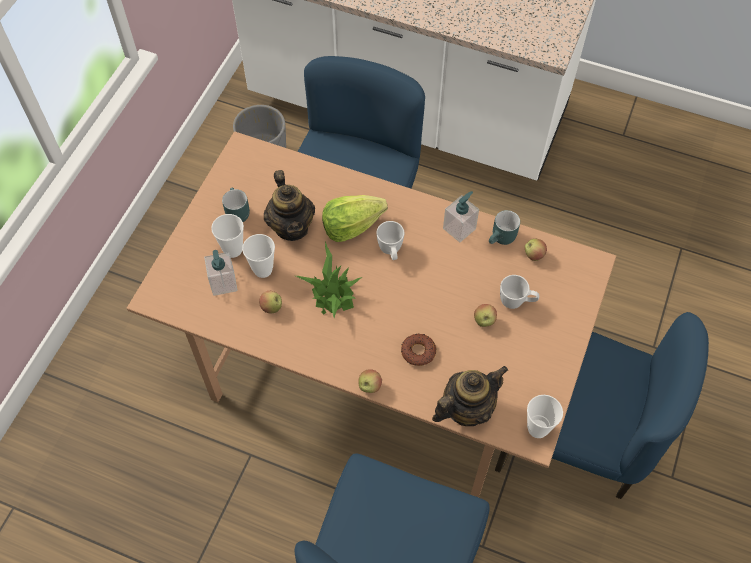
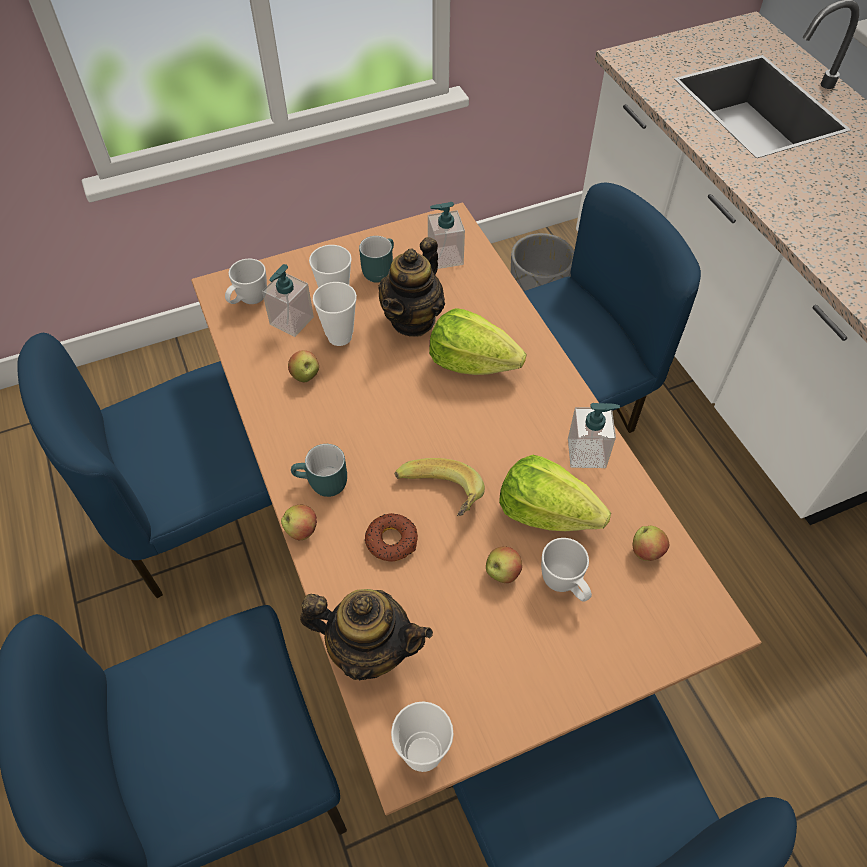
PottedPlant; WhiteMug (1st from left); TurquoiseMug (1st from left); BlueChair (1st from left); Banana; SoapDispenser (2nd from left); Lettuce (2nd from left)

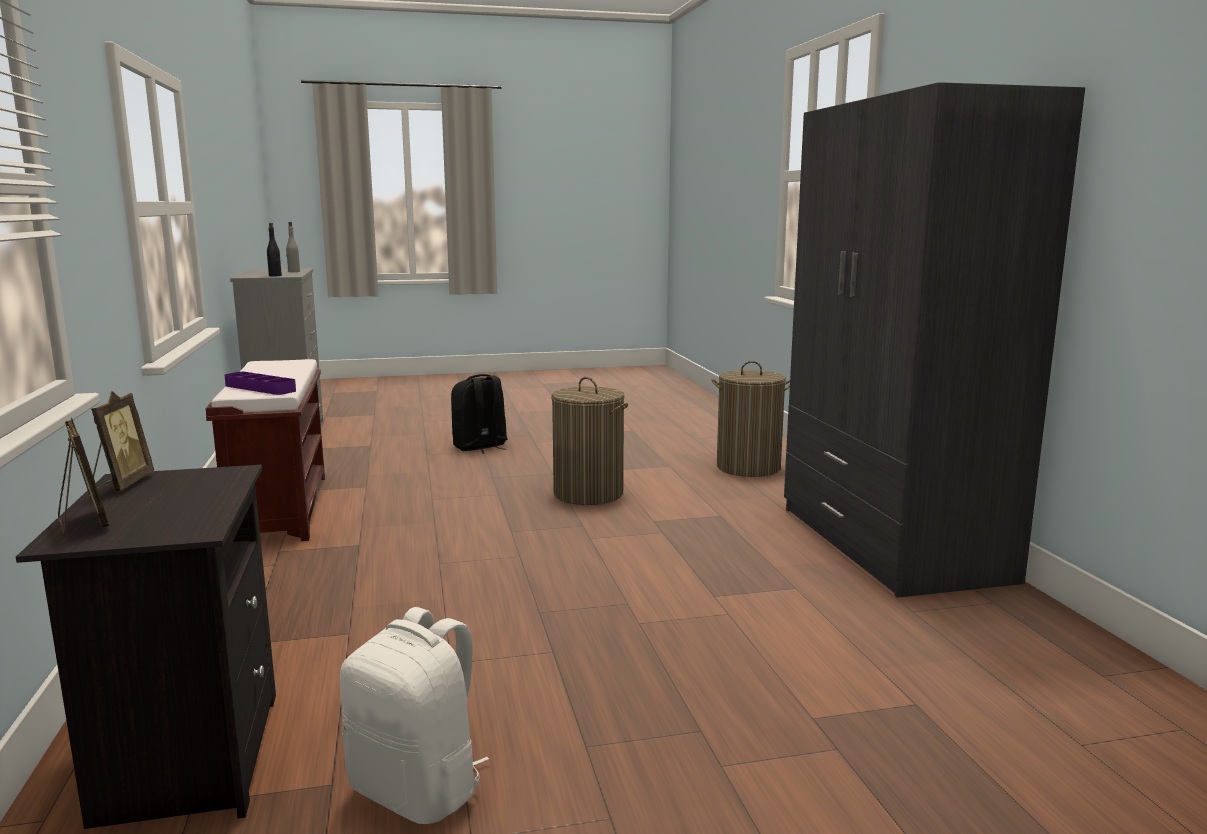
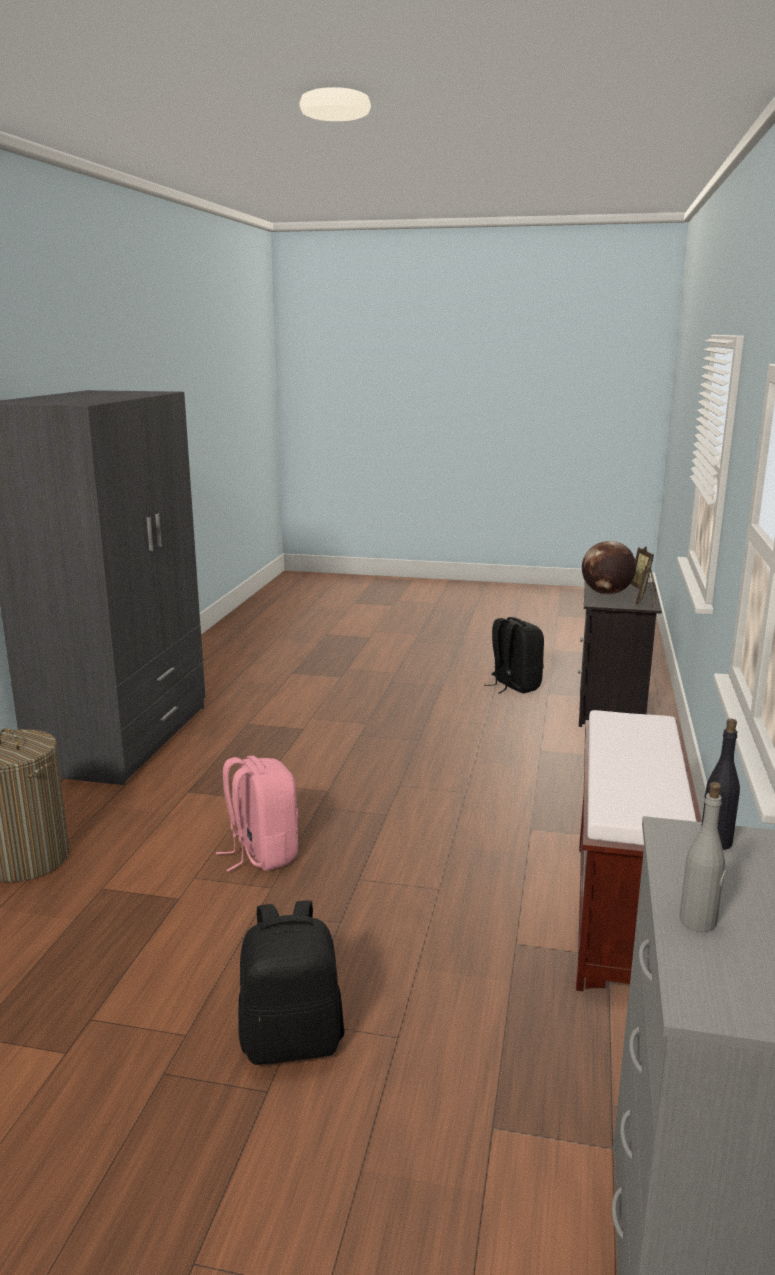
PurpleTray; BlackBackpack (2nd from left); PinkBackpack; Globe

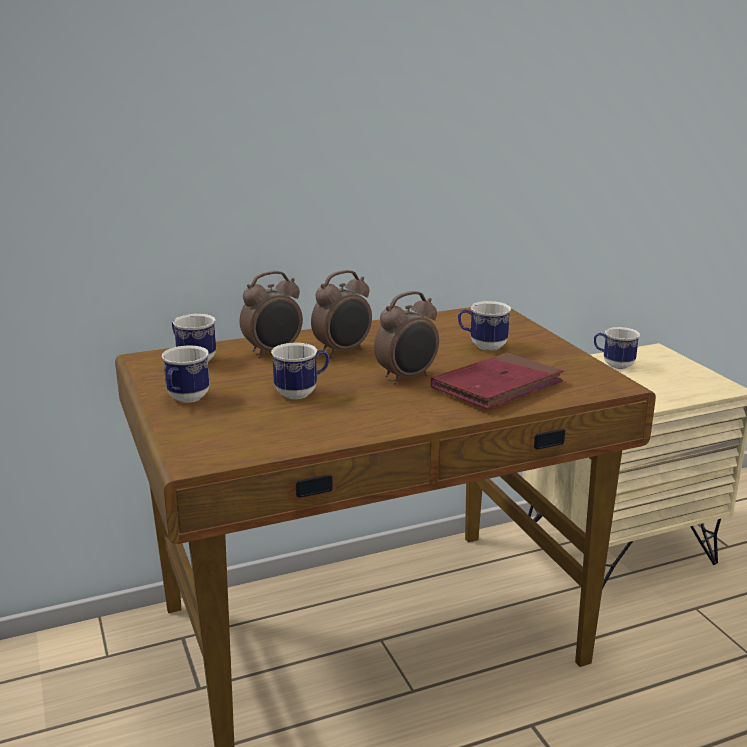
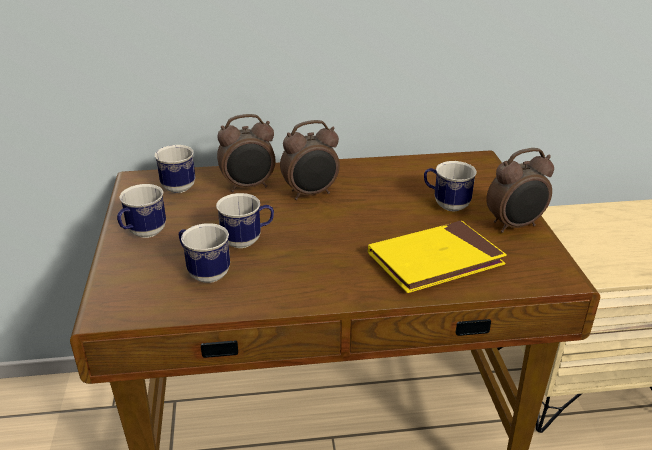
AlarmClock (3rd from left); YellowBook; Mug (3rd from left)

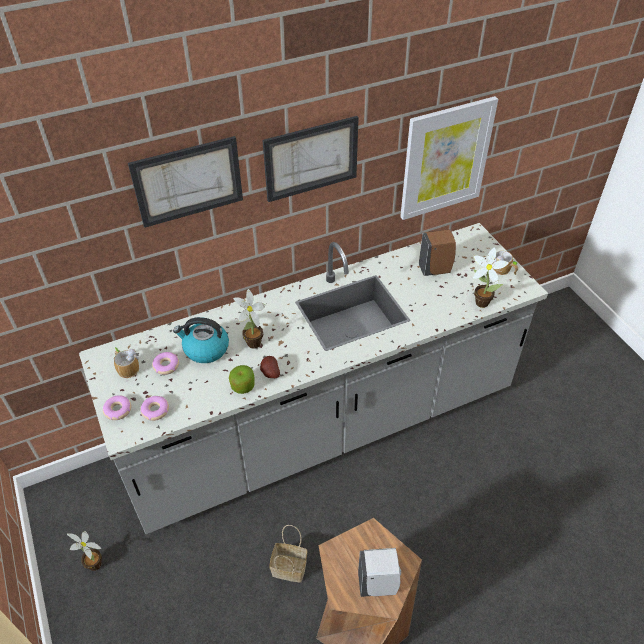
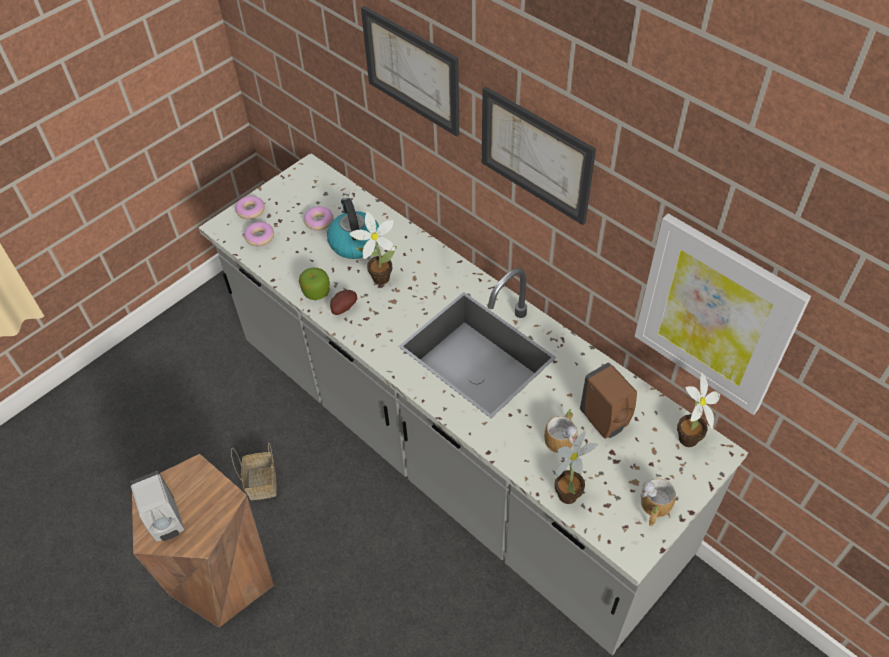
PottedPlant (3rd from left); Mug (1st from left)

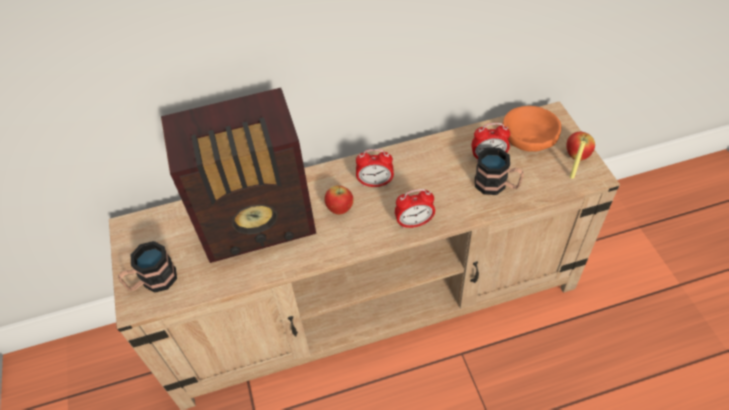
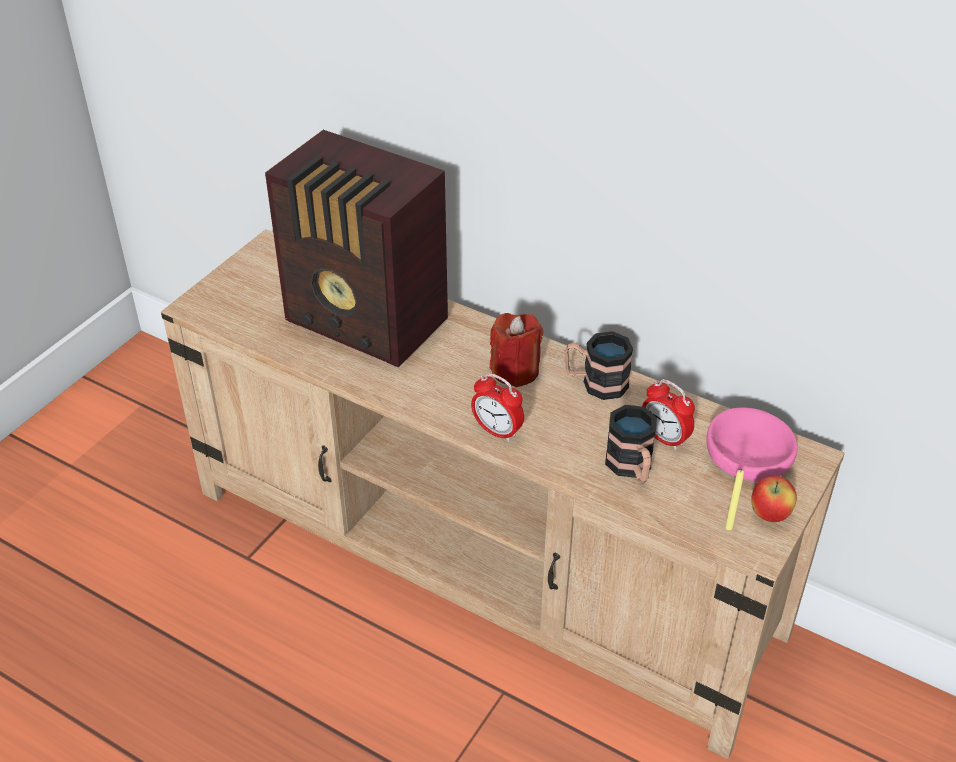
Mug (1st from left); Apple (1st from left in the first image); RedCandle; PinkBowl

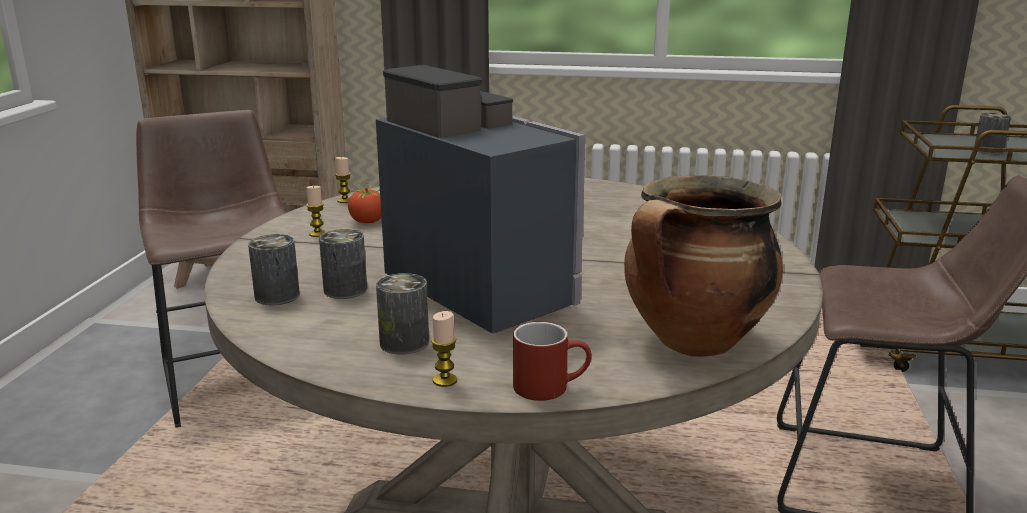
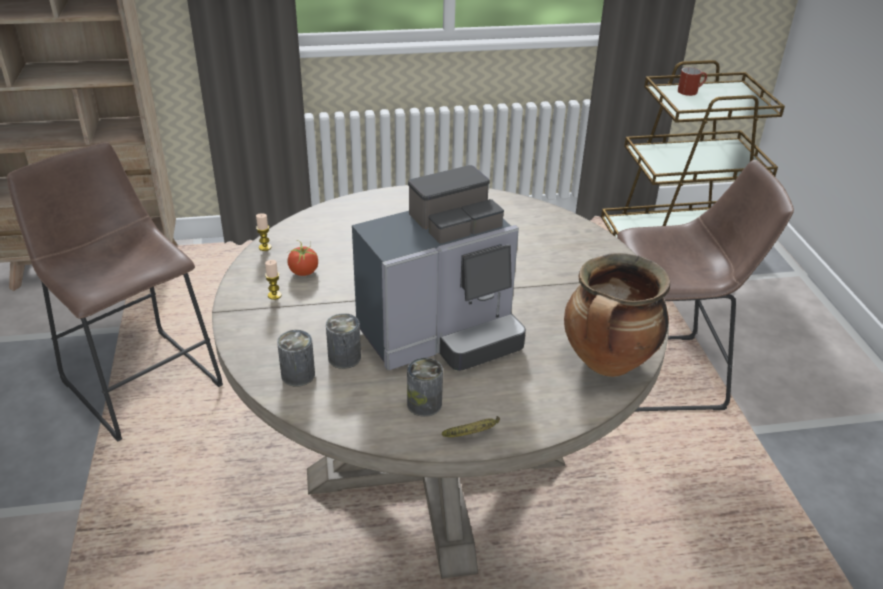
CoffeeMachine; Banana; RedMug; Can (4th from left in the first image)

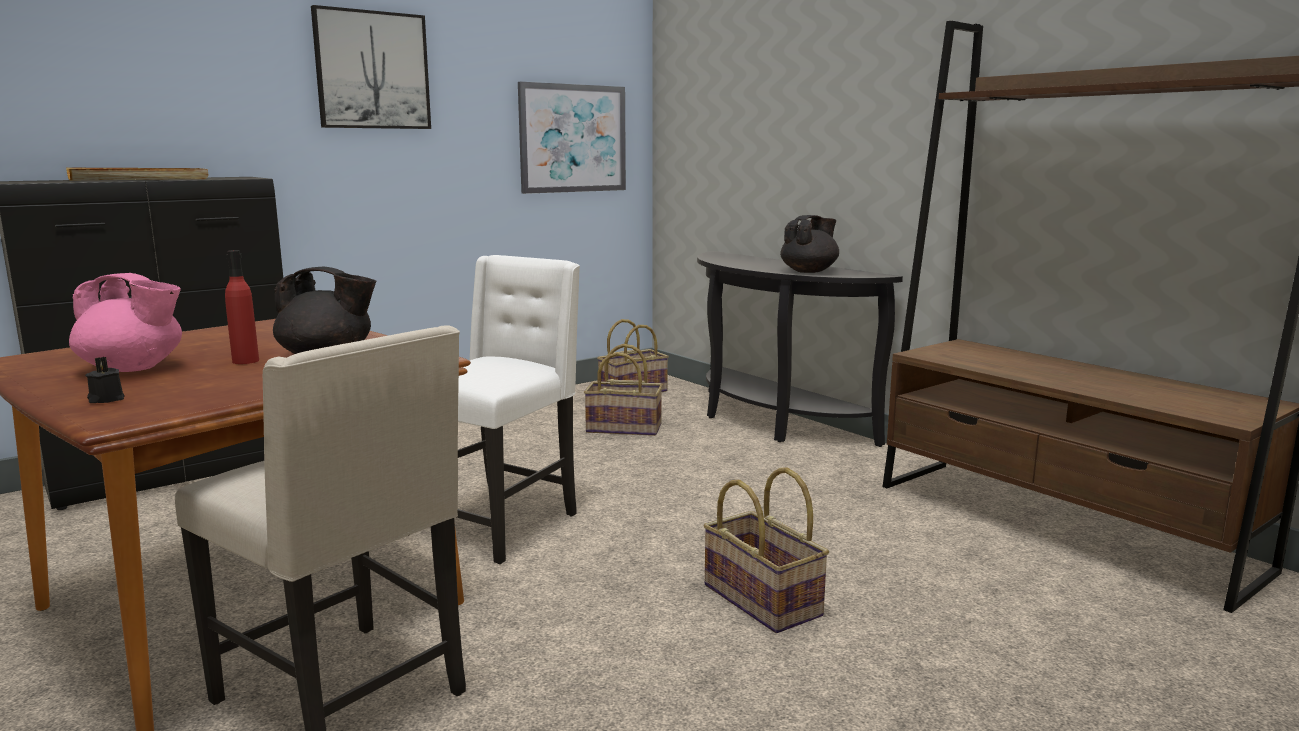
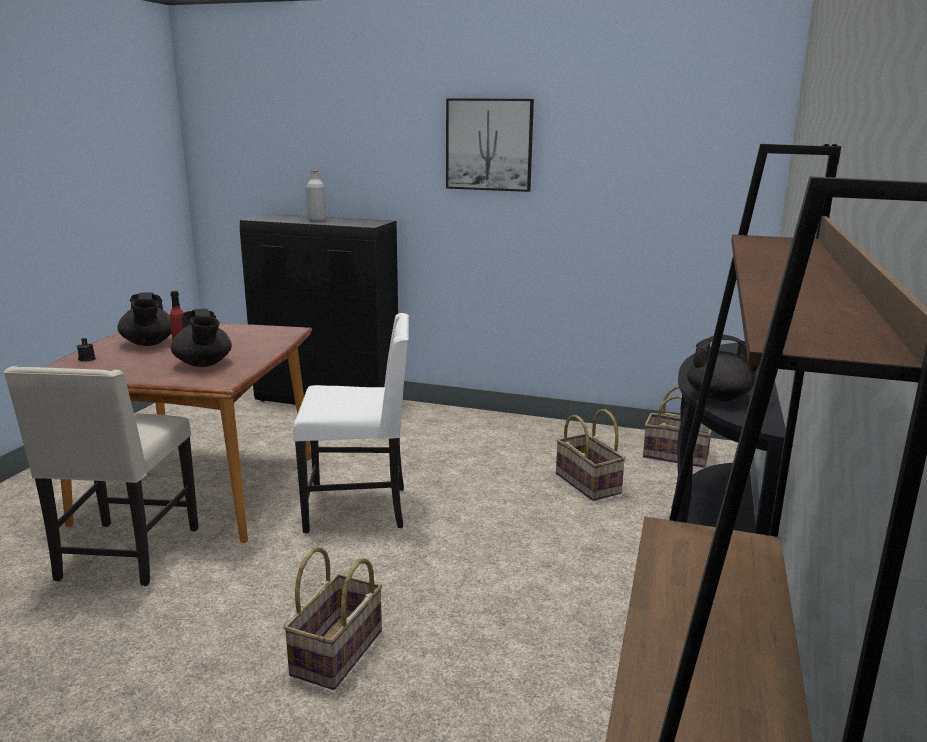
GreyBottle; BlackTeapot (1st from left); Picture (2nd from left in the first image)

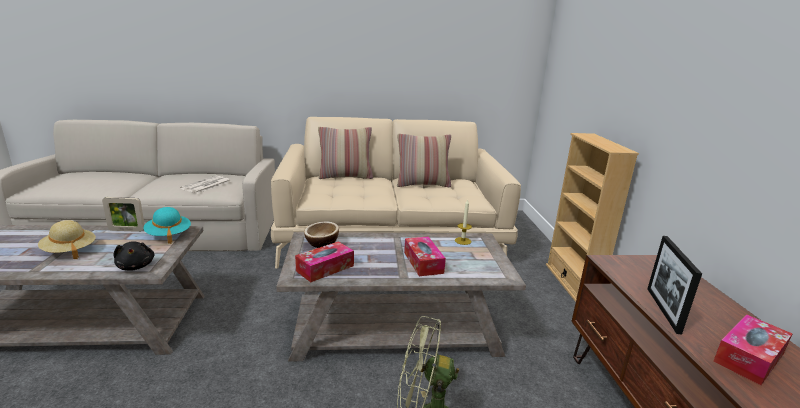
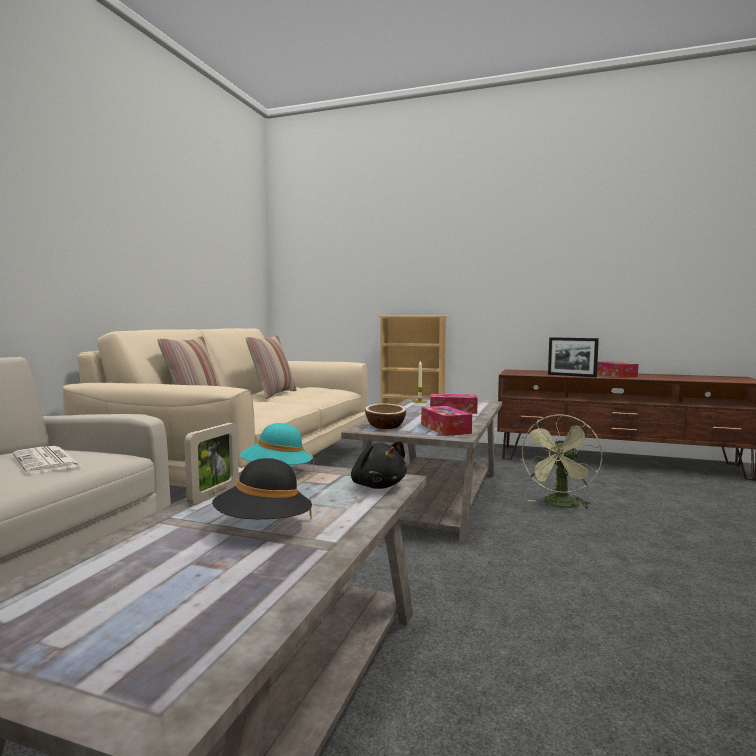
BlackHat; BlackPlushToy

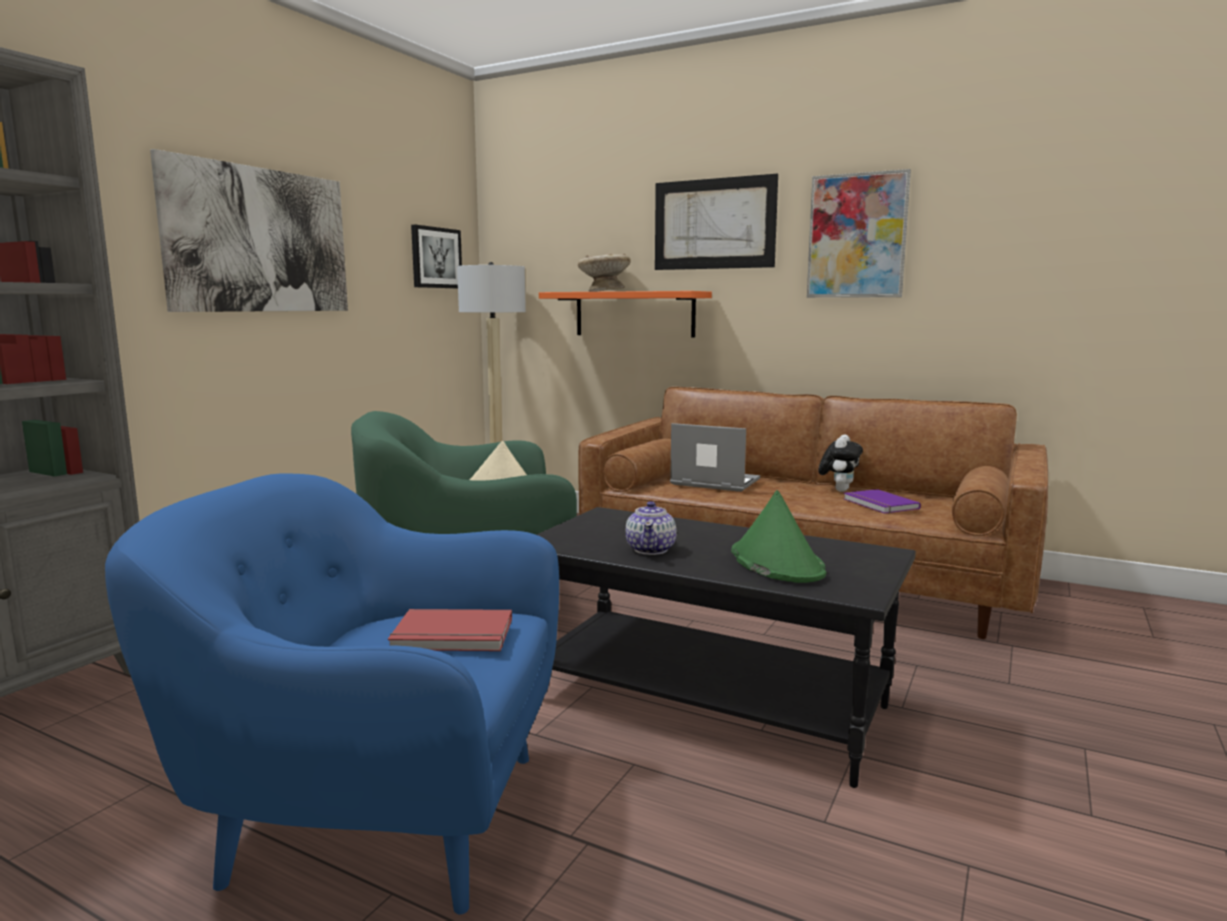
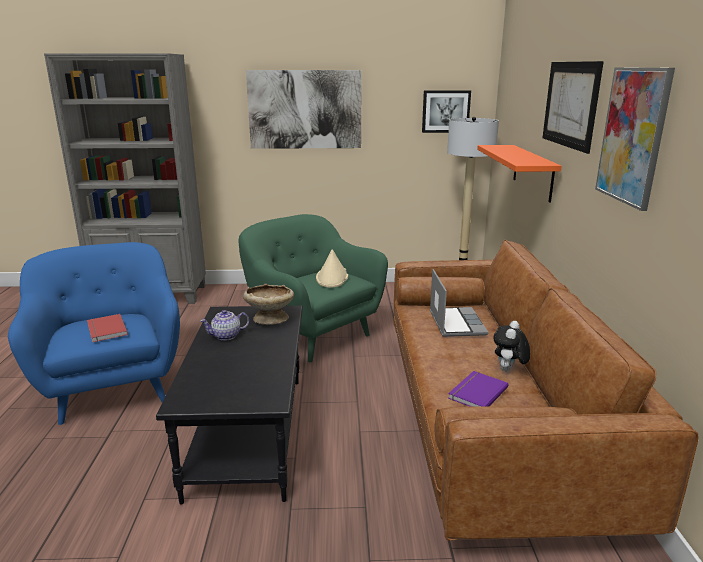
BeigeBowl; GreenHat; PlushToy

